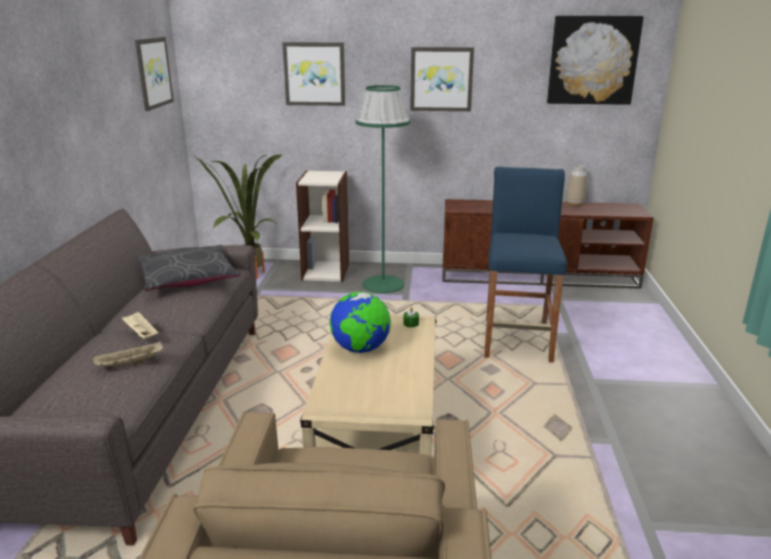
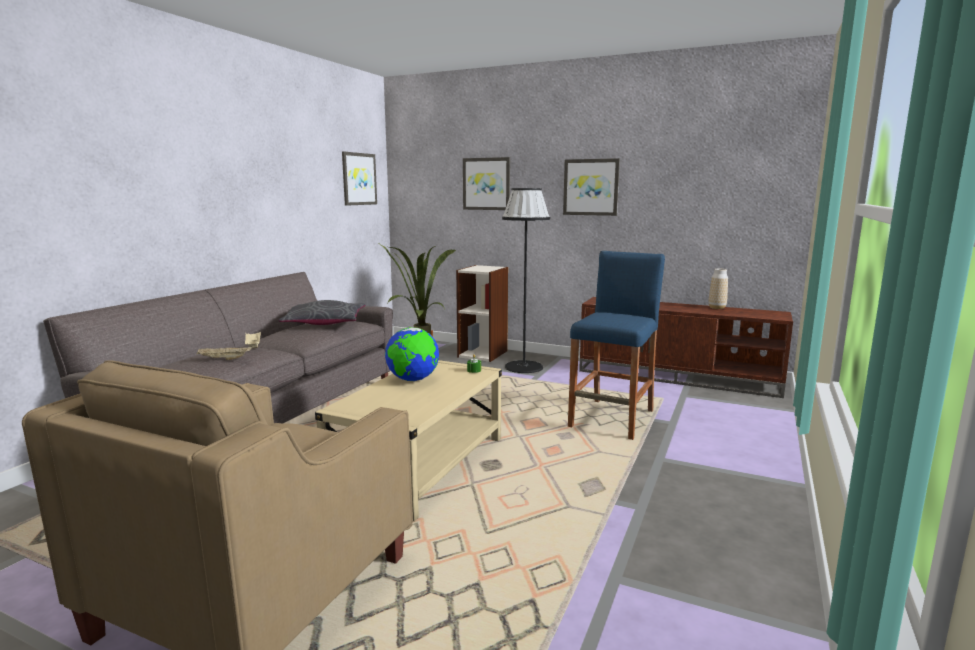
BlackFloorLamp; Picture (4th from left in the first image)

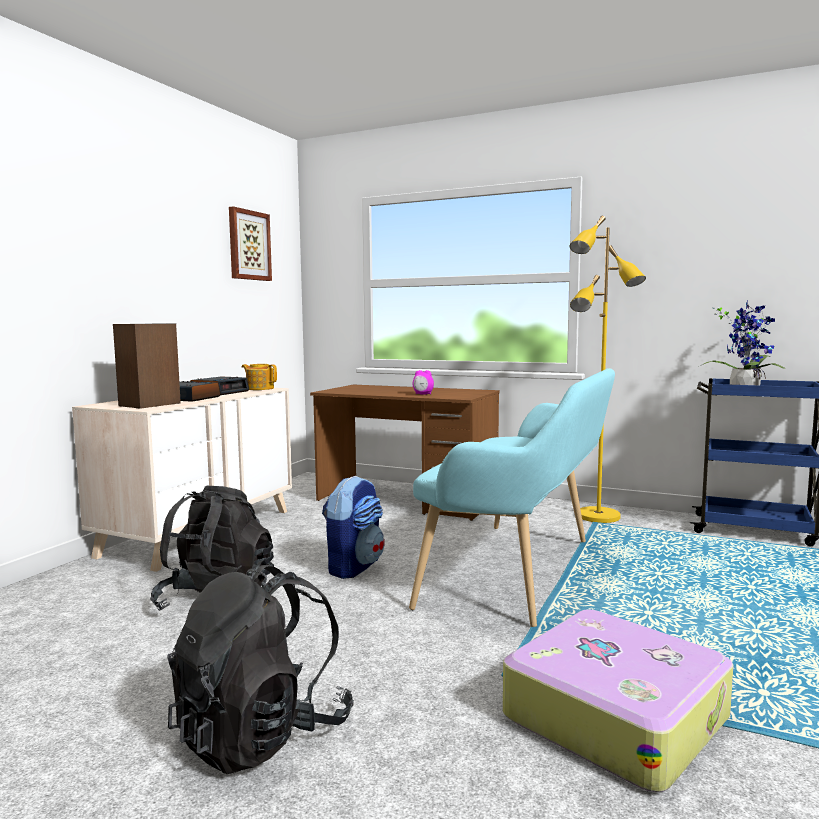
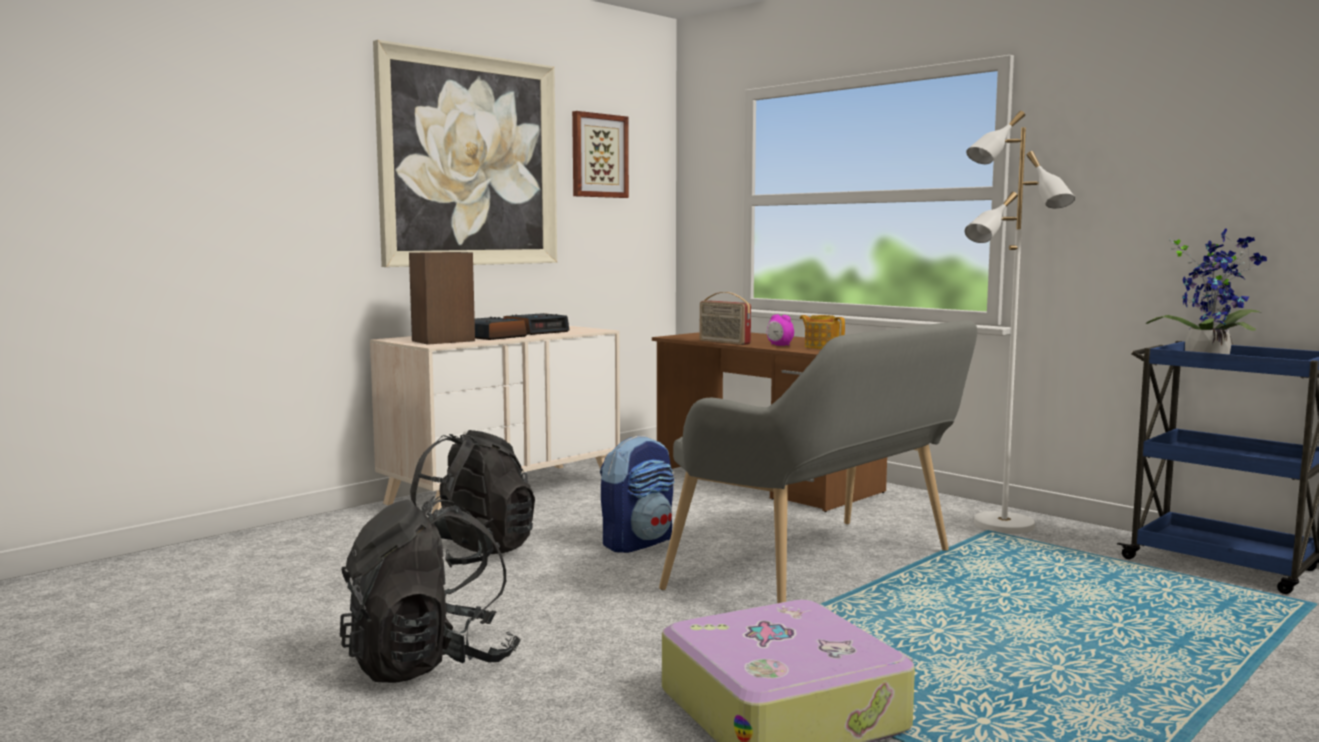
Teapot; GreyBench; WhiteFloorLamp; Picture (1st from left); Radio

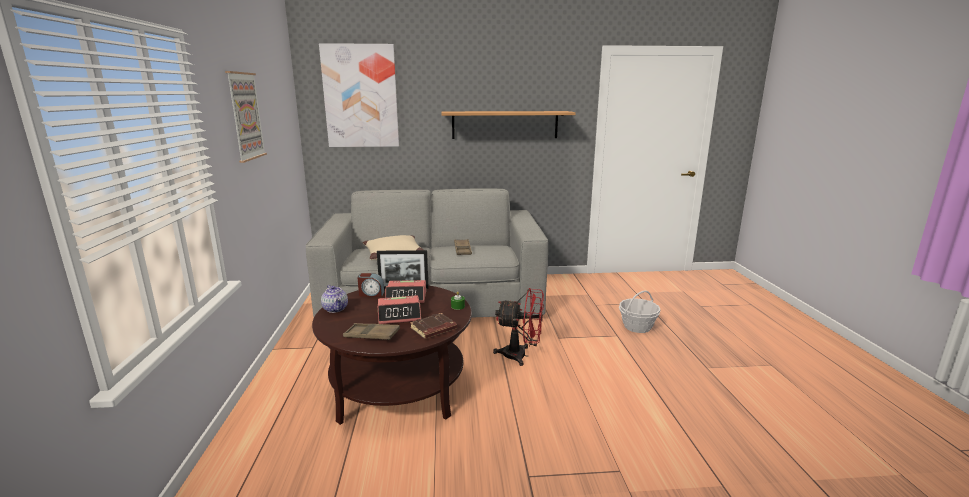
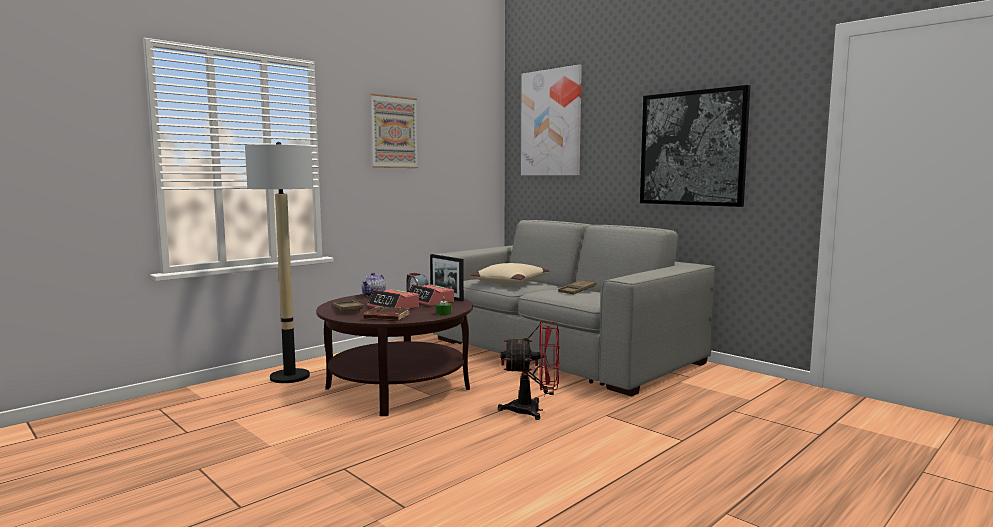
Picture (3rd from left); RedFan; Basket; FloorLamp

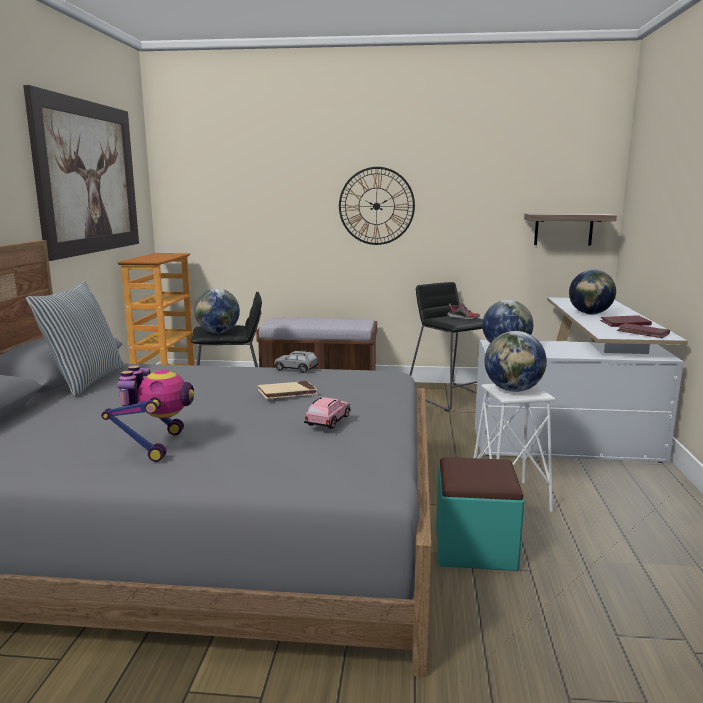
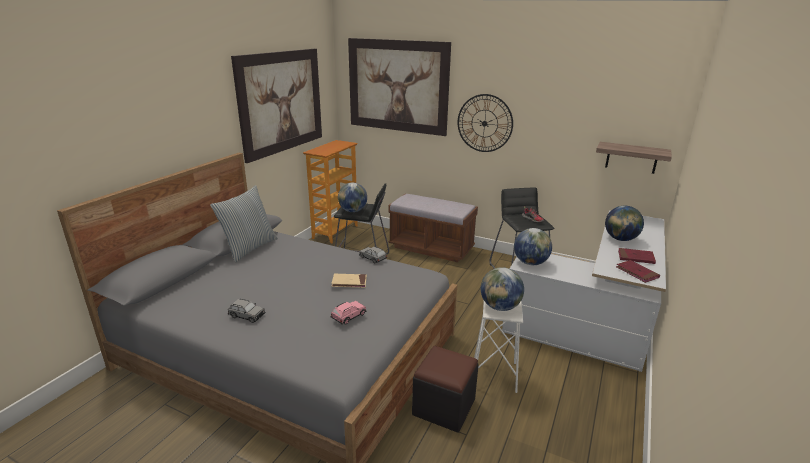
GreyToyCar (1st from left); BlackOttoman; Picture (2nd from left)

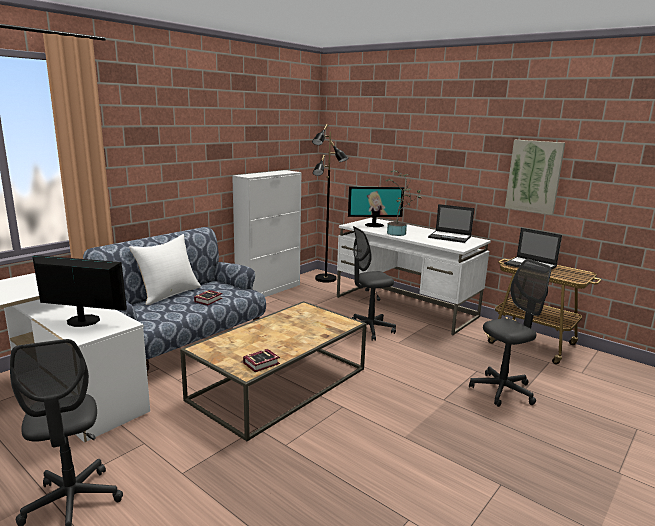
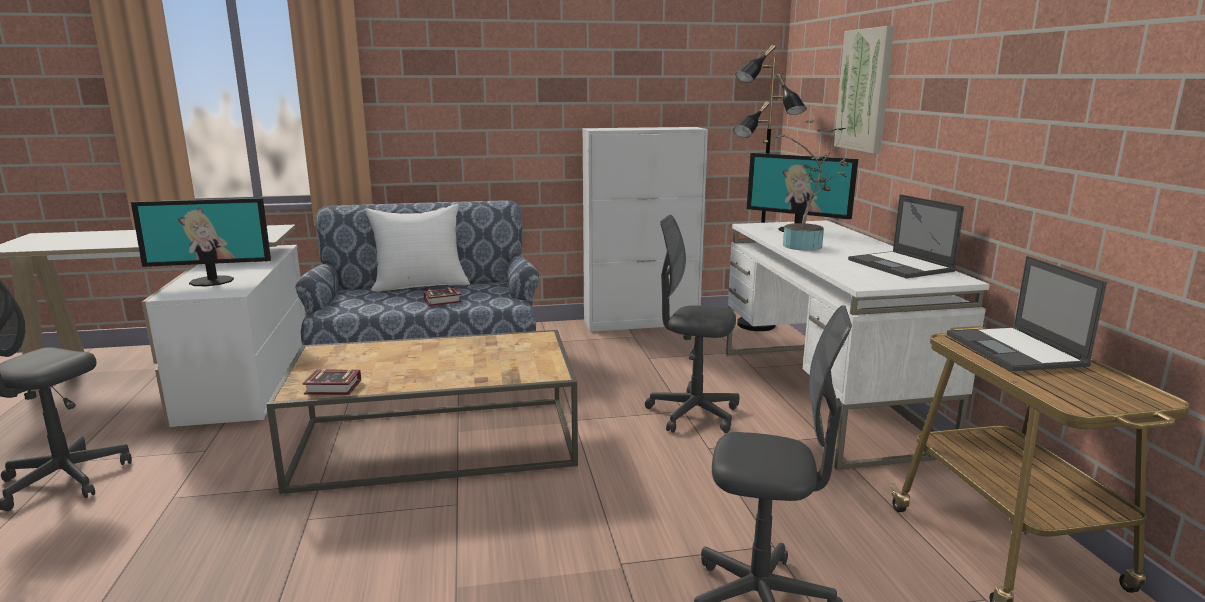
Monitor (1st from left); Picture

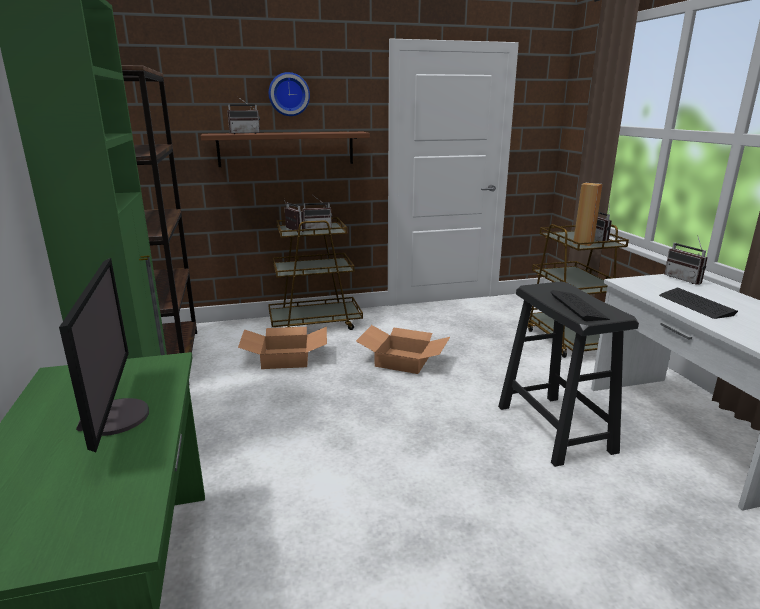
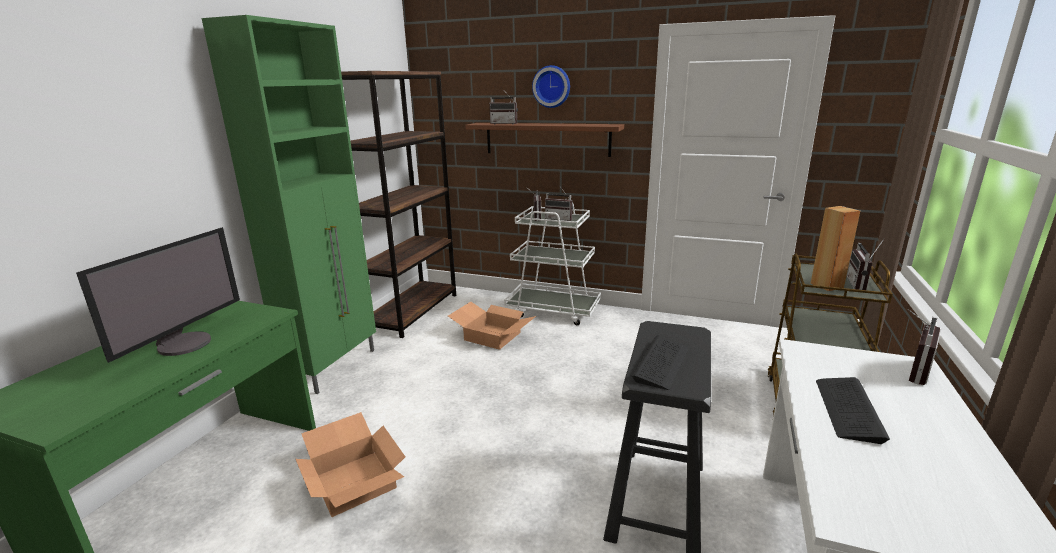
WhiteCart; CardboardBox (1st from left); Radio (5th from left)

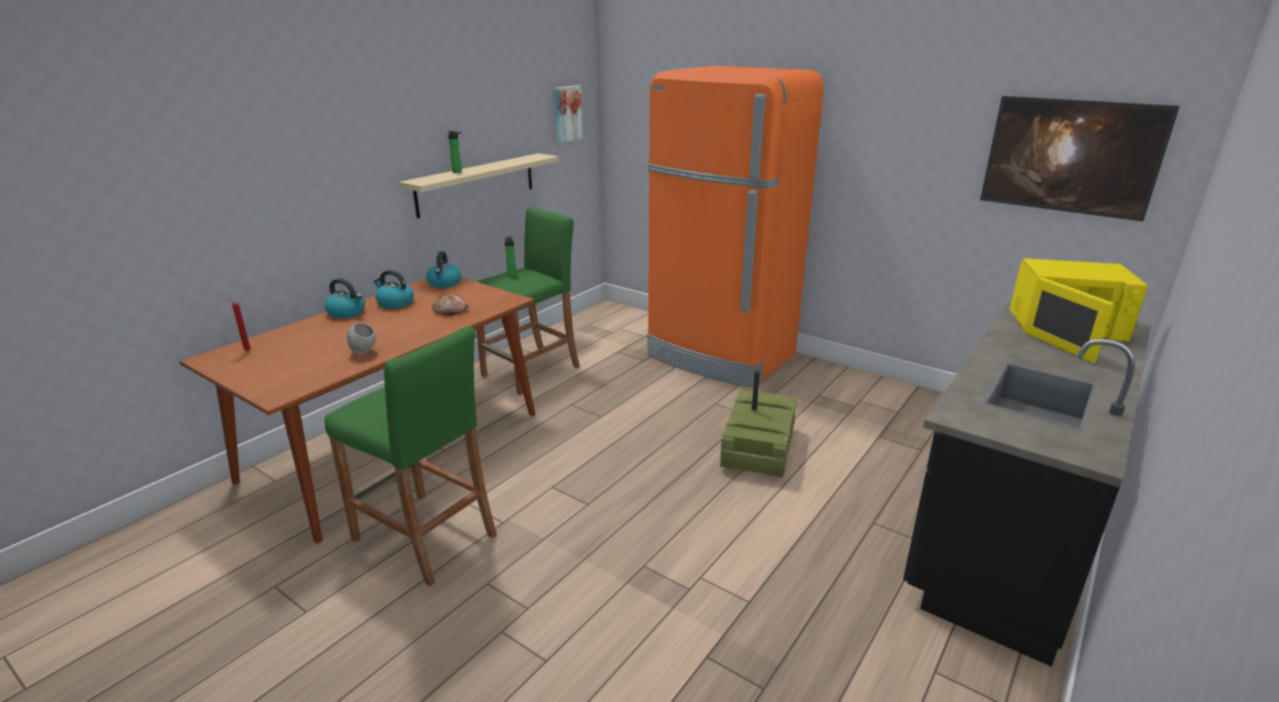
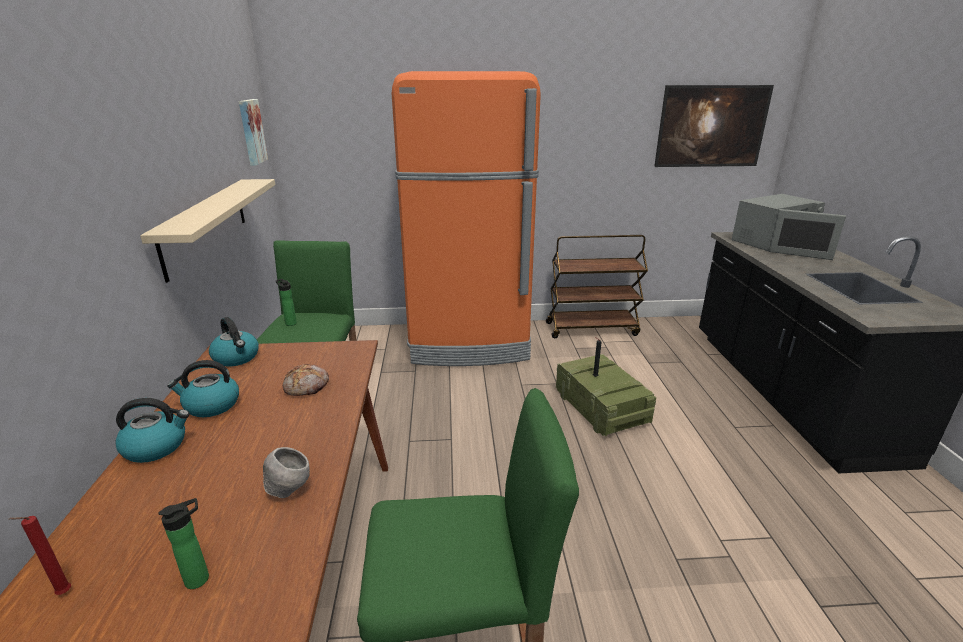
Bottle (1st from left); GreyMicrowave; BrownCart

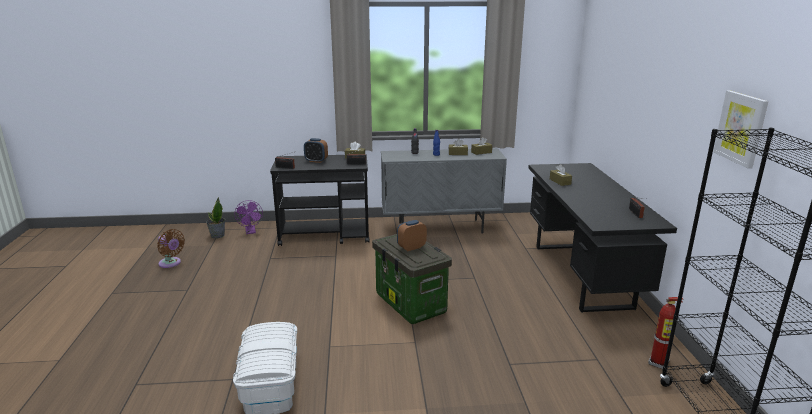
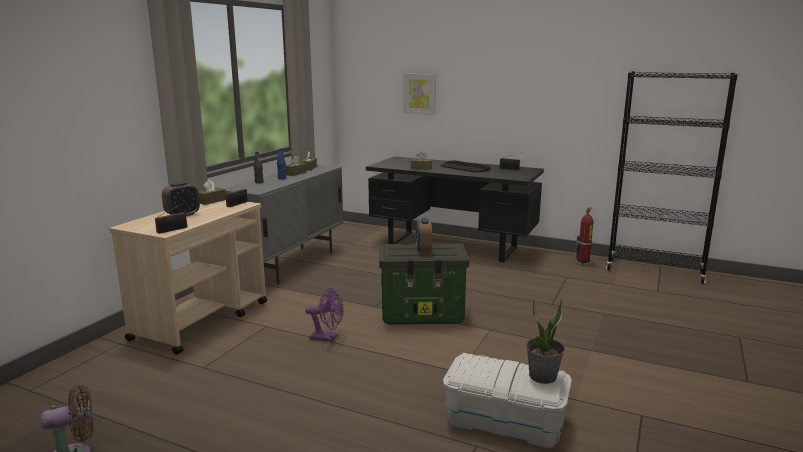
PottedPlant; PurpleFan; BeigeCart; Picture; Keyboard

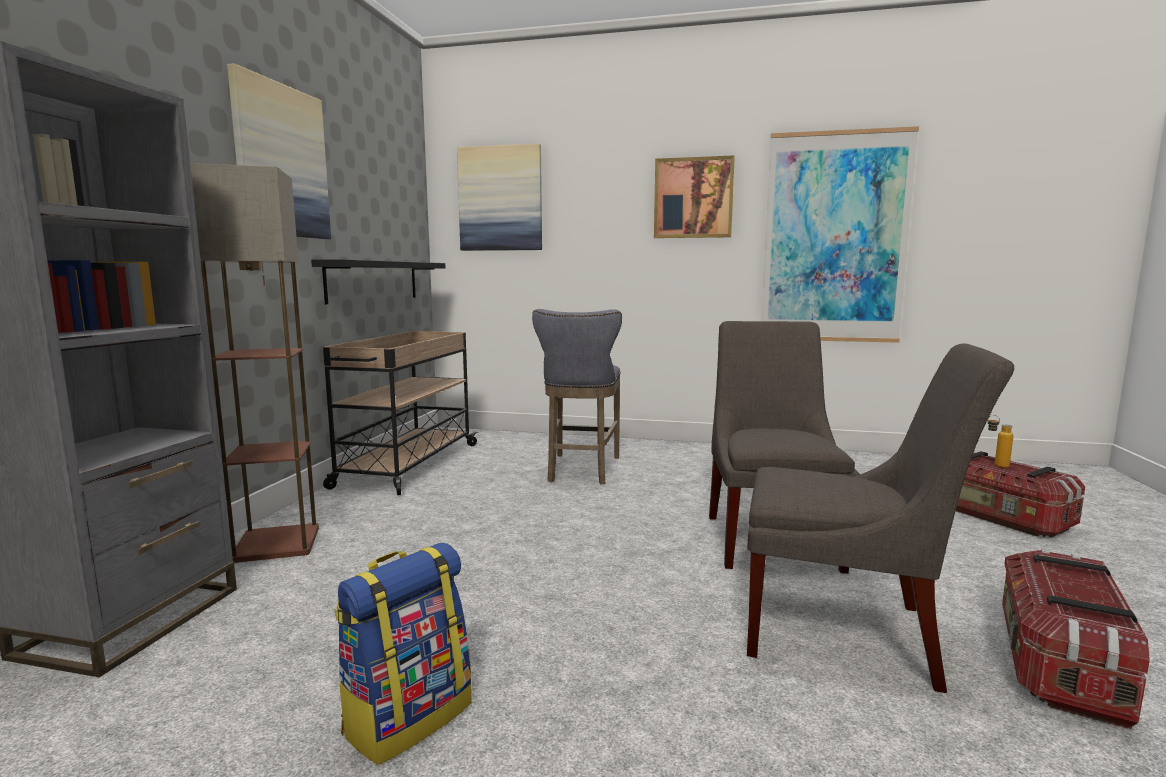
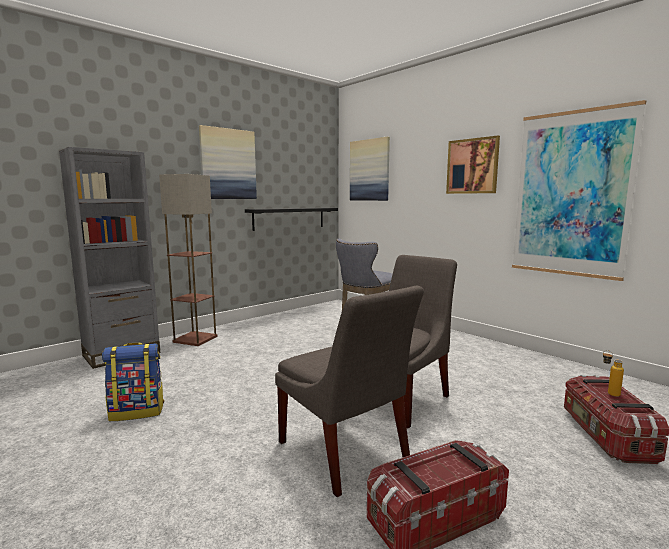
BeigeCart

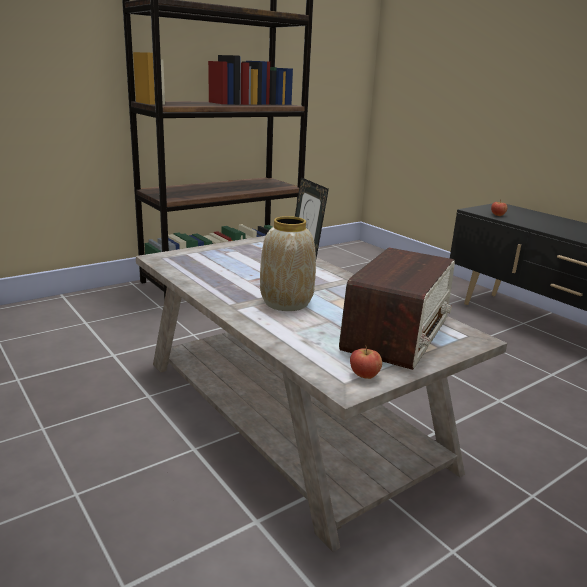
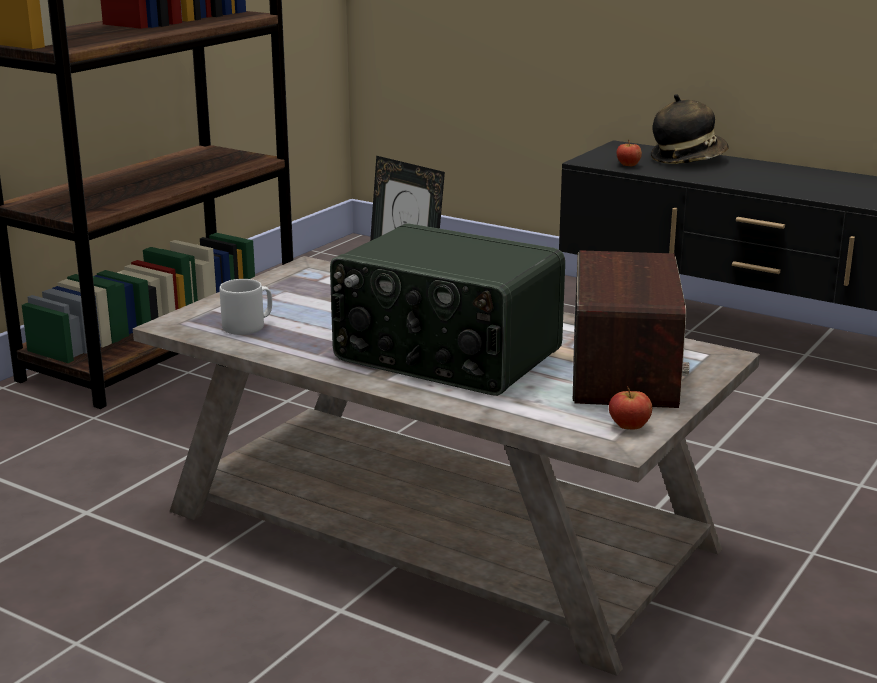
Radio (1st from left); GreyMug; Hat

